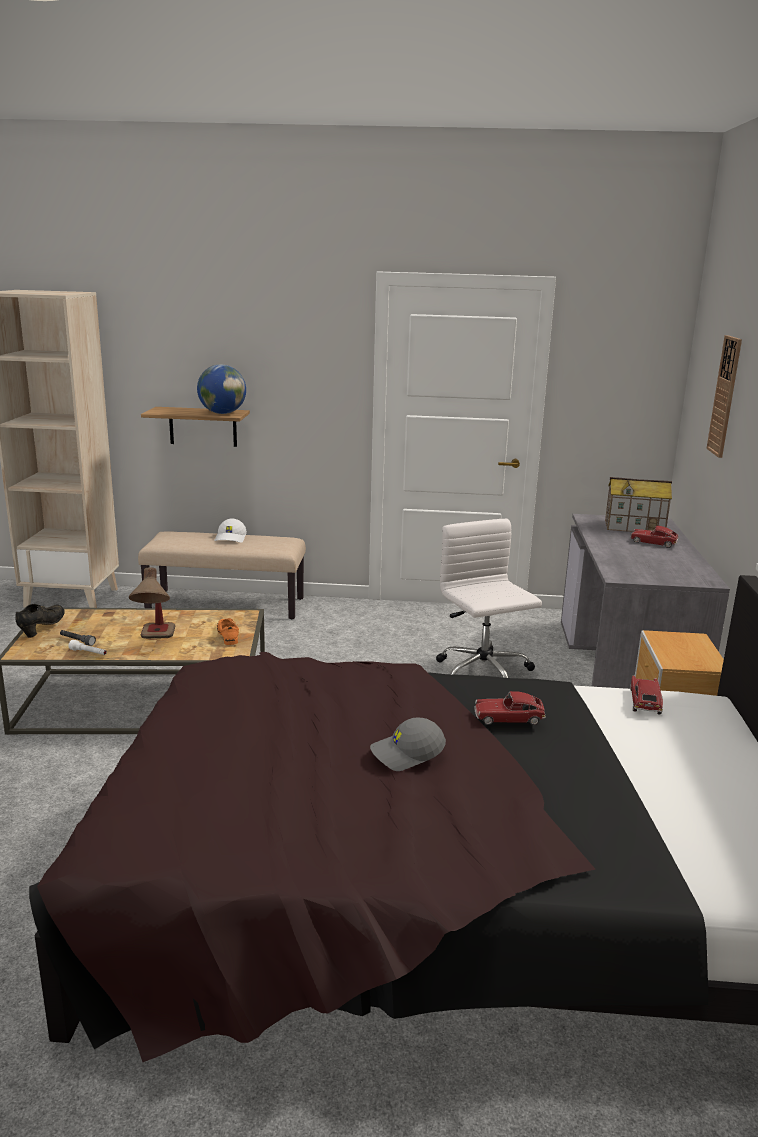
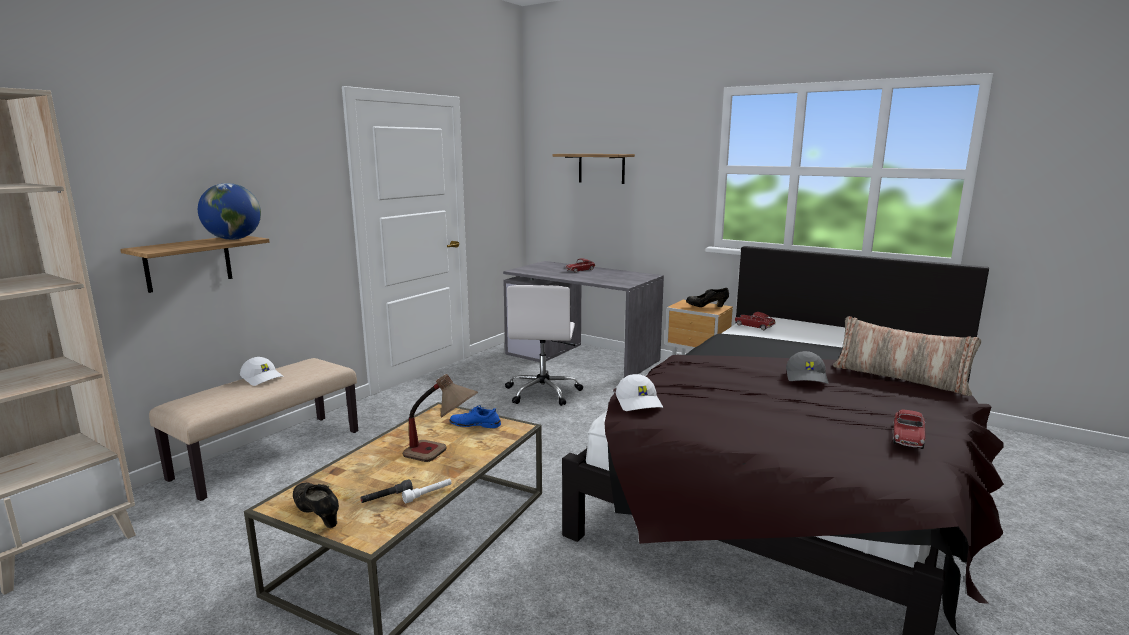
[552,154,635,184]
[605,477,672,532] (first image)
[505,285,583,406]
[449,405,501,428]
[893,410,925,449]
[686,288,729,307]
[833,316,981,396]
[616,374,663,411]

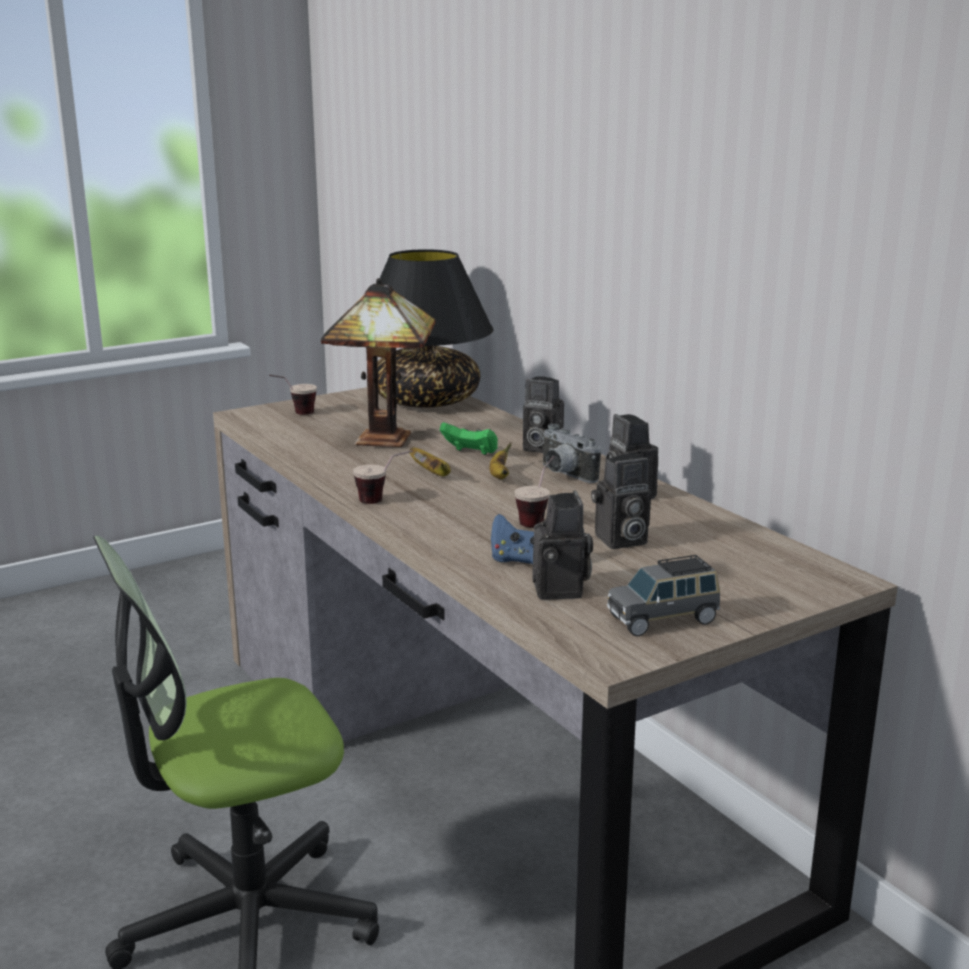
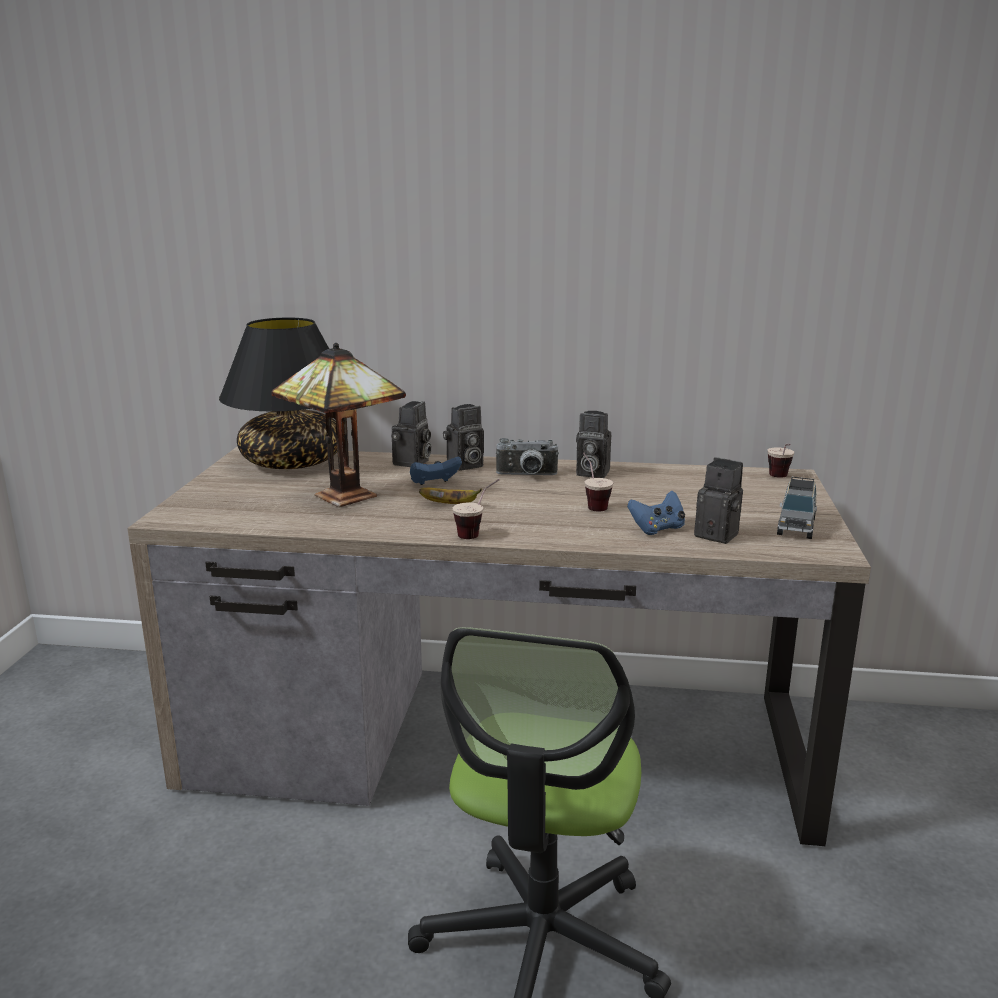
[767,444,794,478]
[410,457,462,485]
[489,442,511,479] (first image)
[391,401,432,467]

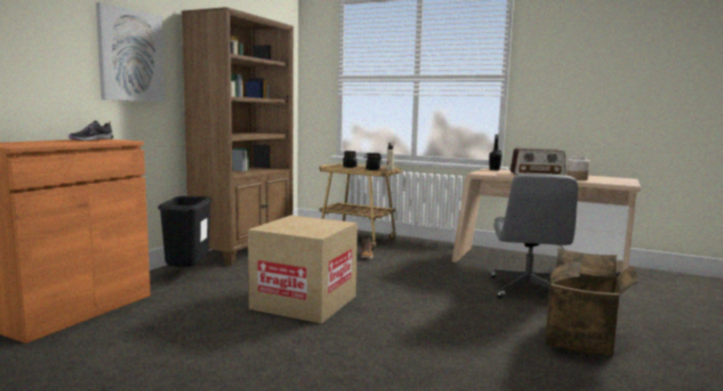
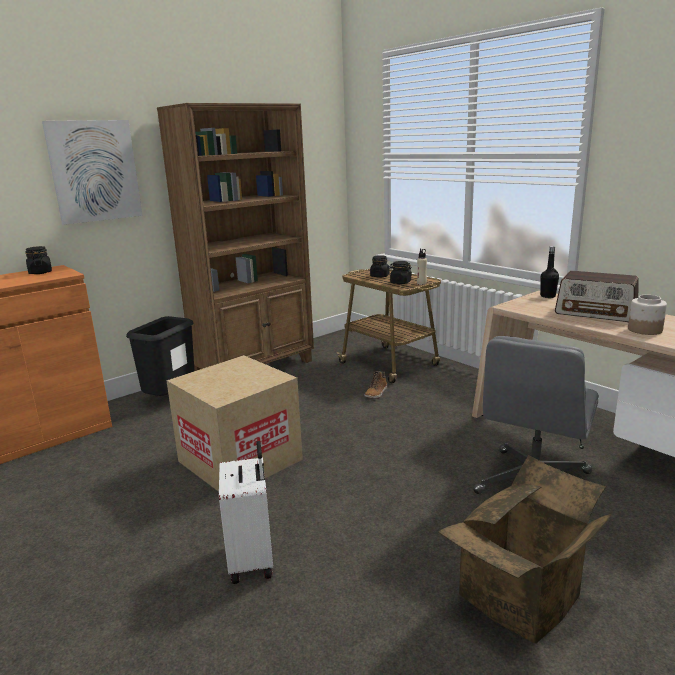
[25,246,52,274]
[219,441,273,584]

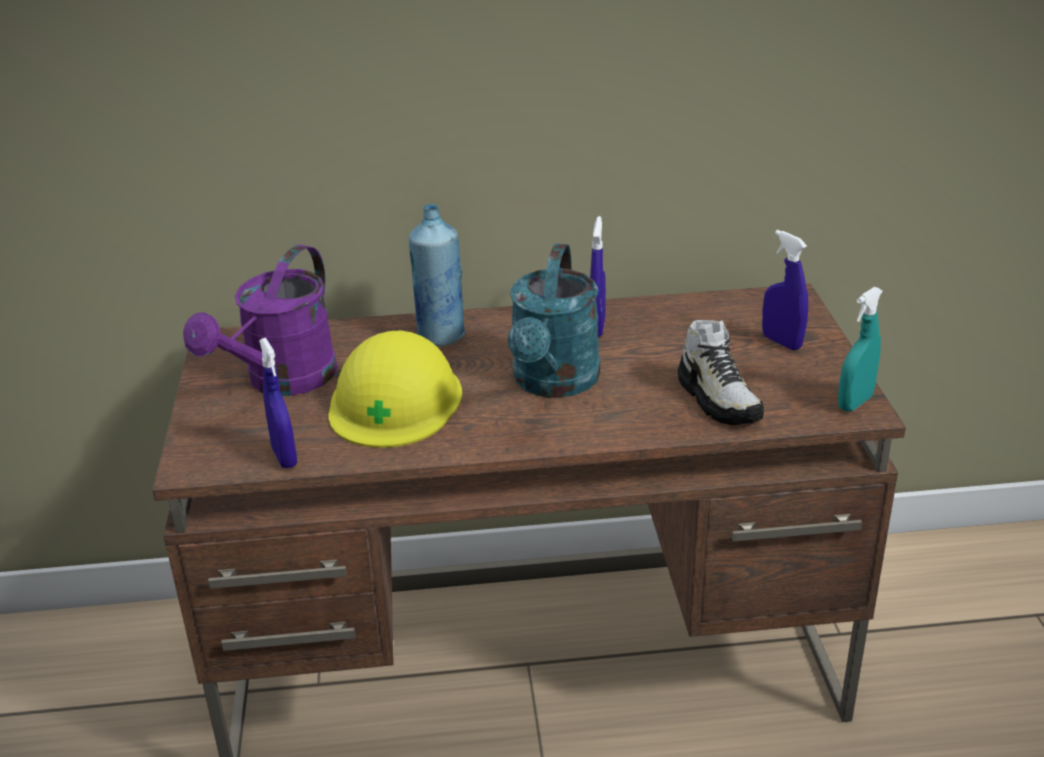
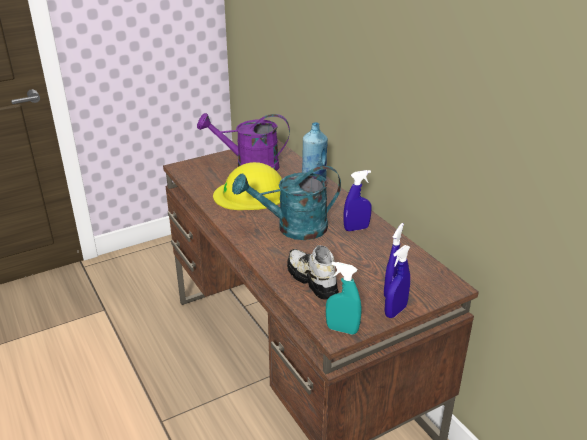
[287,245,339,300]
[384,245,410,318]

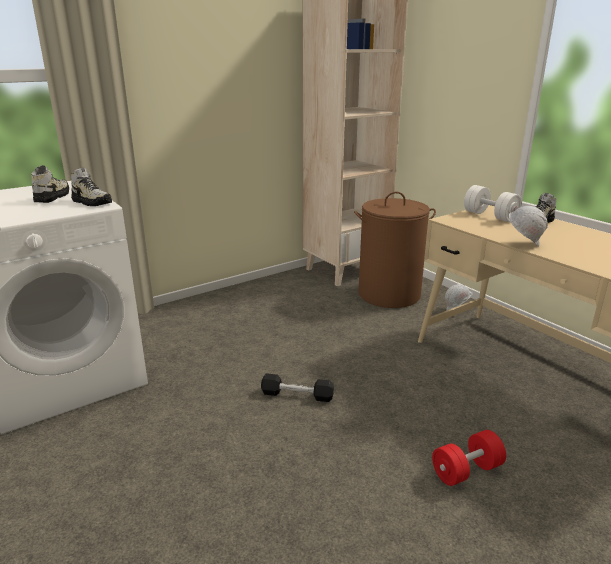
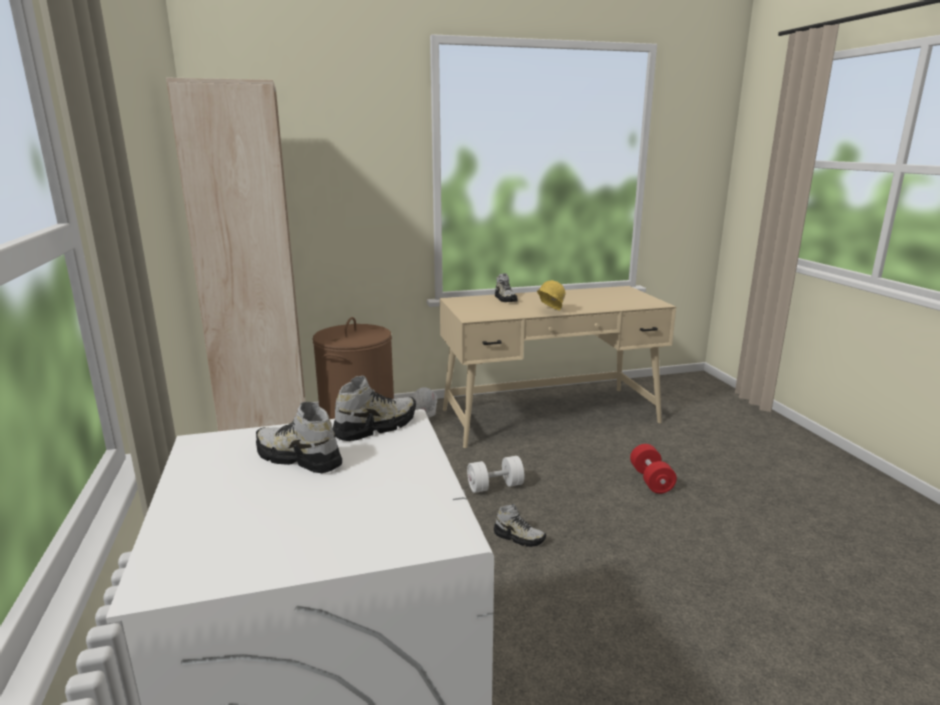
[467,456,524,493]
[537,280,565,310]
[494,504,546,547]

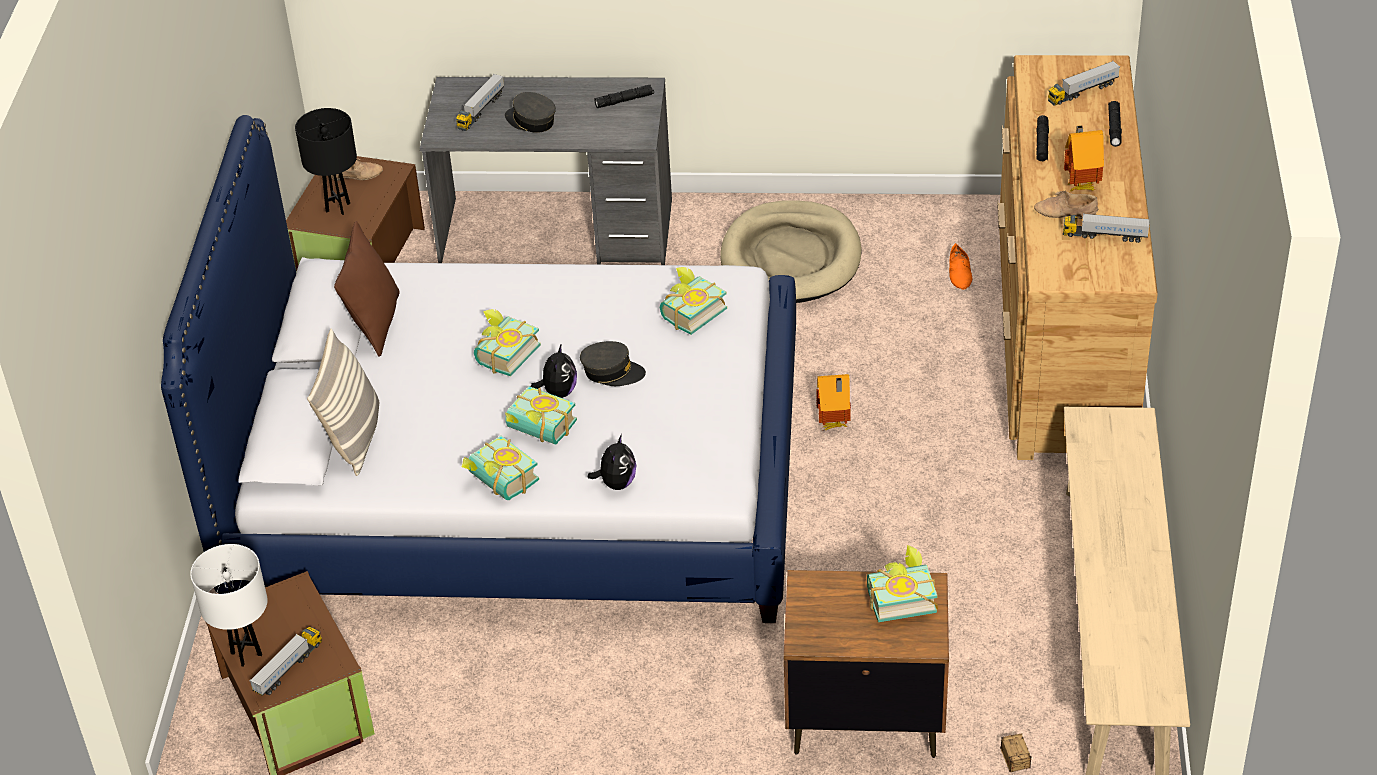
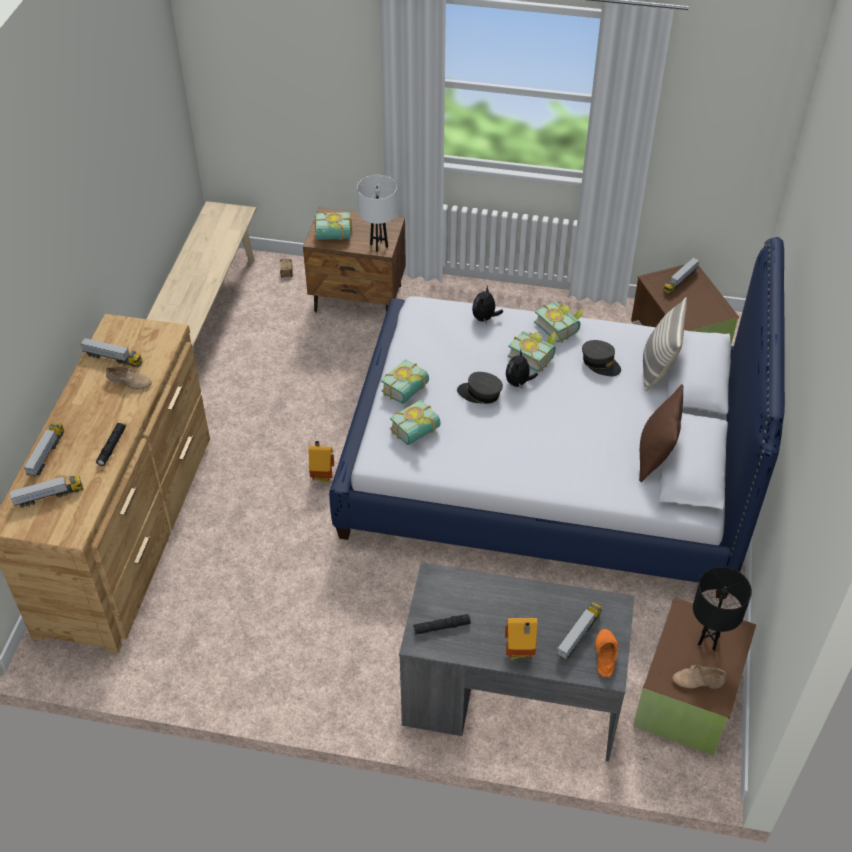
[582,340,621,376]
[24,423,64,476]
[505,618,537,660]
[720,200,862,303] (first image)
[595,629,618,677]
[381,359,429,404]
[357,175,397,252]

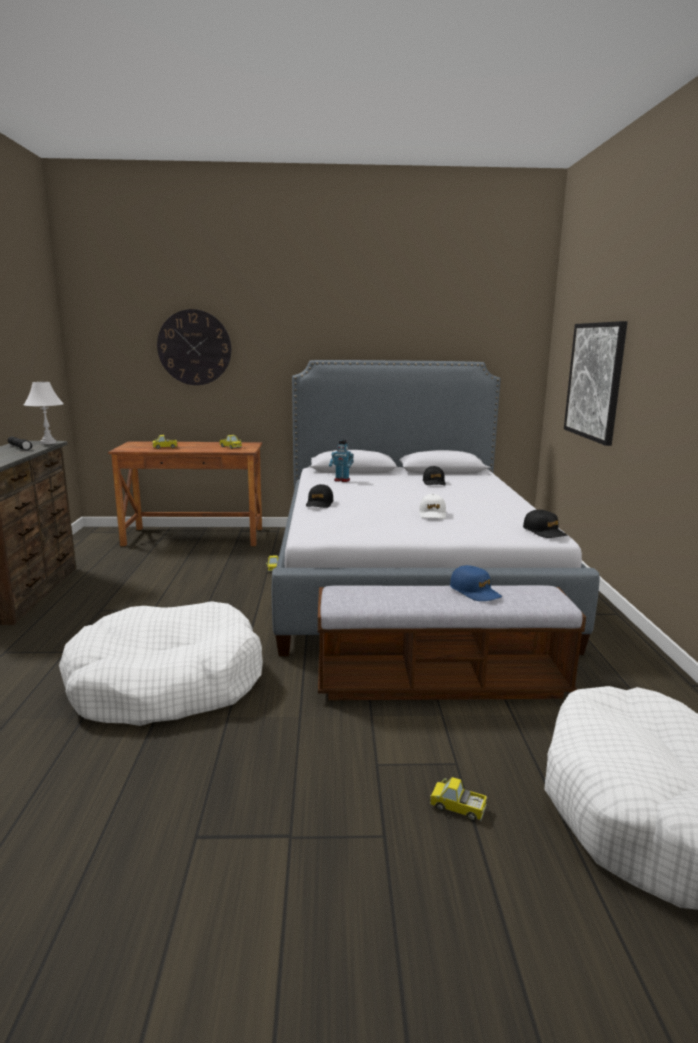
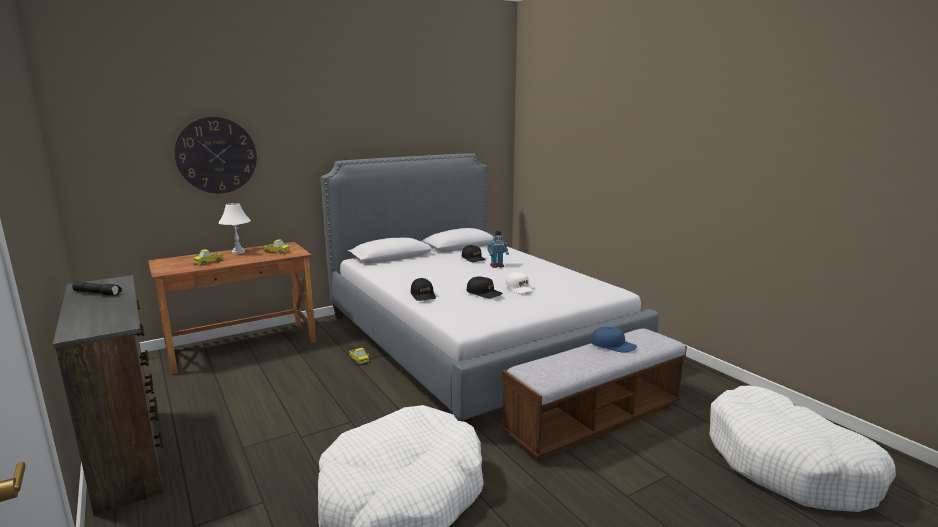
[564,321,627,446] (first image)
[218,203,251,254]
[488,231,509,268]
[467,277,503,298]
[430,777,487,821] (first image)

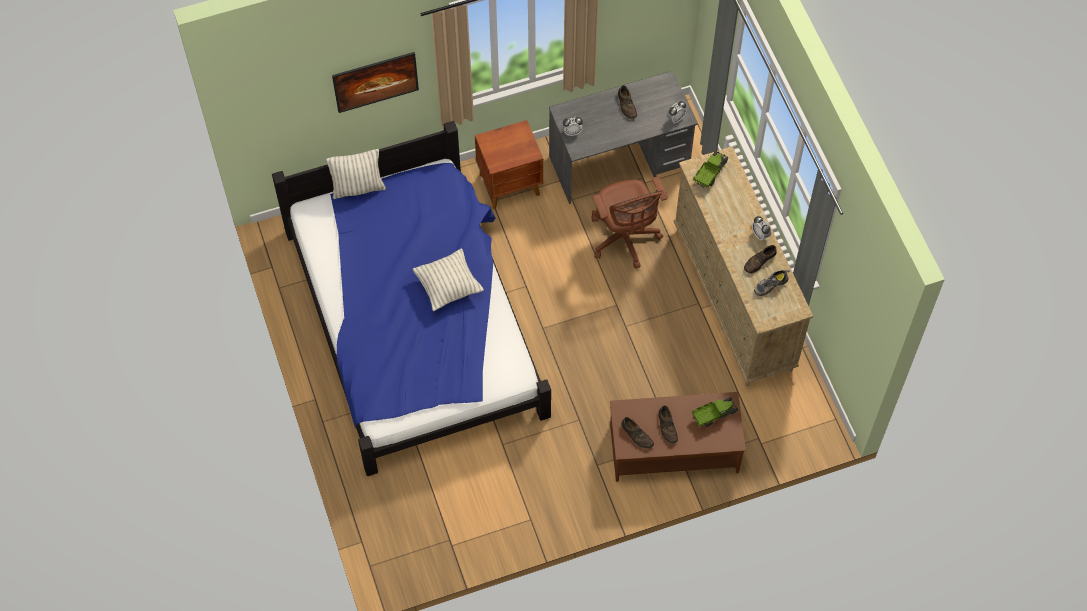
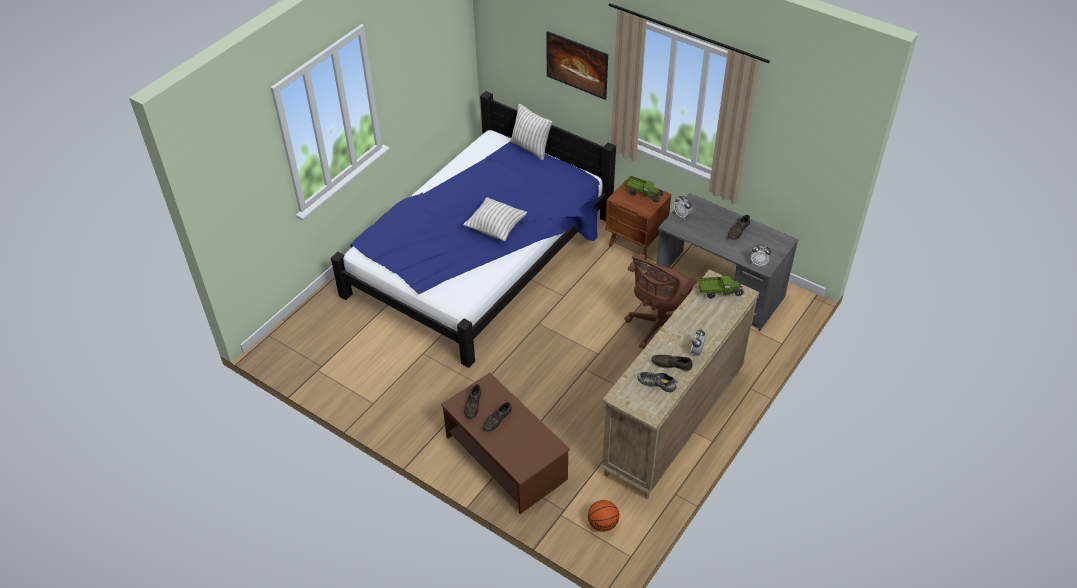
[625,176,664,203]
[588,500,619,532]

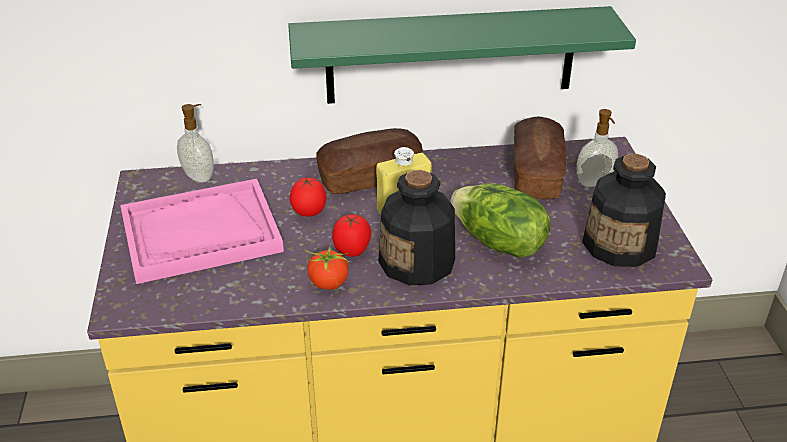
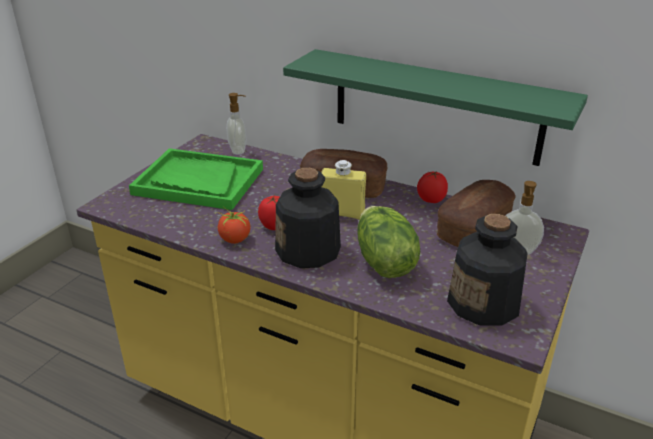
[417,171,448,203]
[129,148,263,210]

